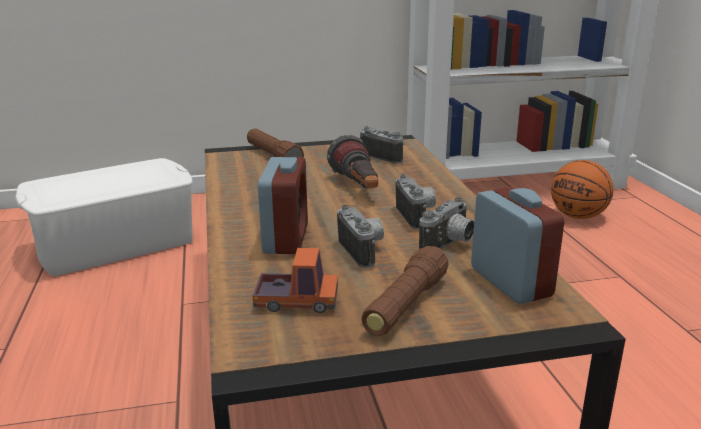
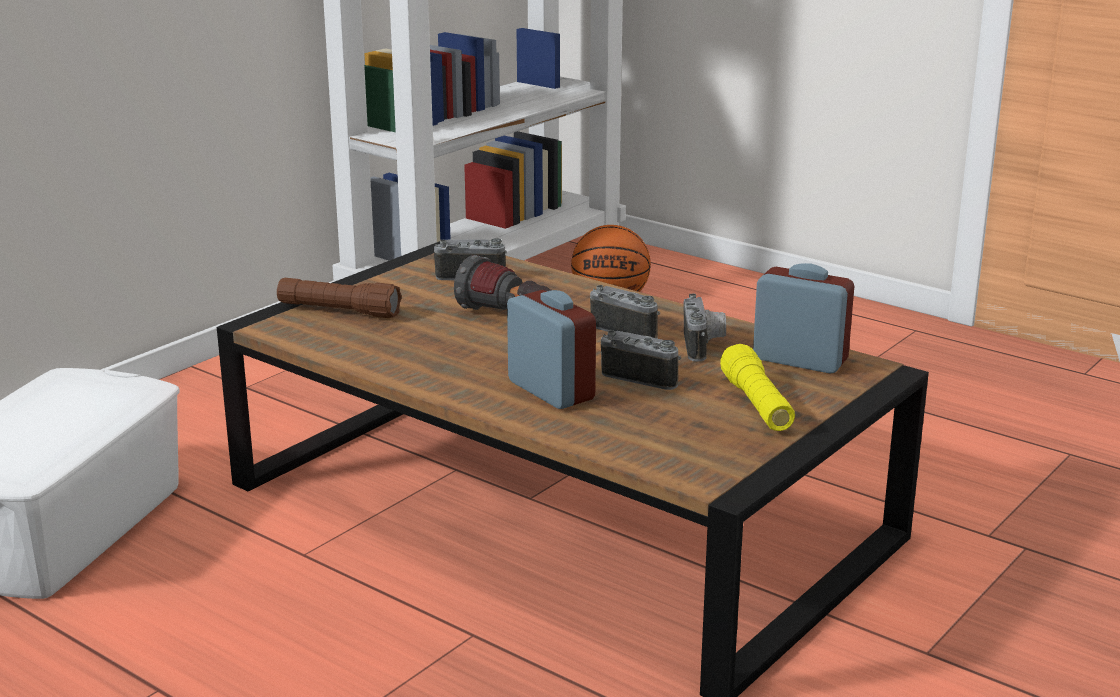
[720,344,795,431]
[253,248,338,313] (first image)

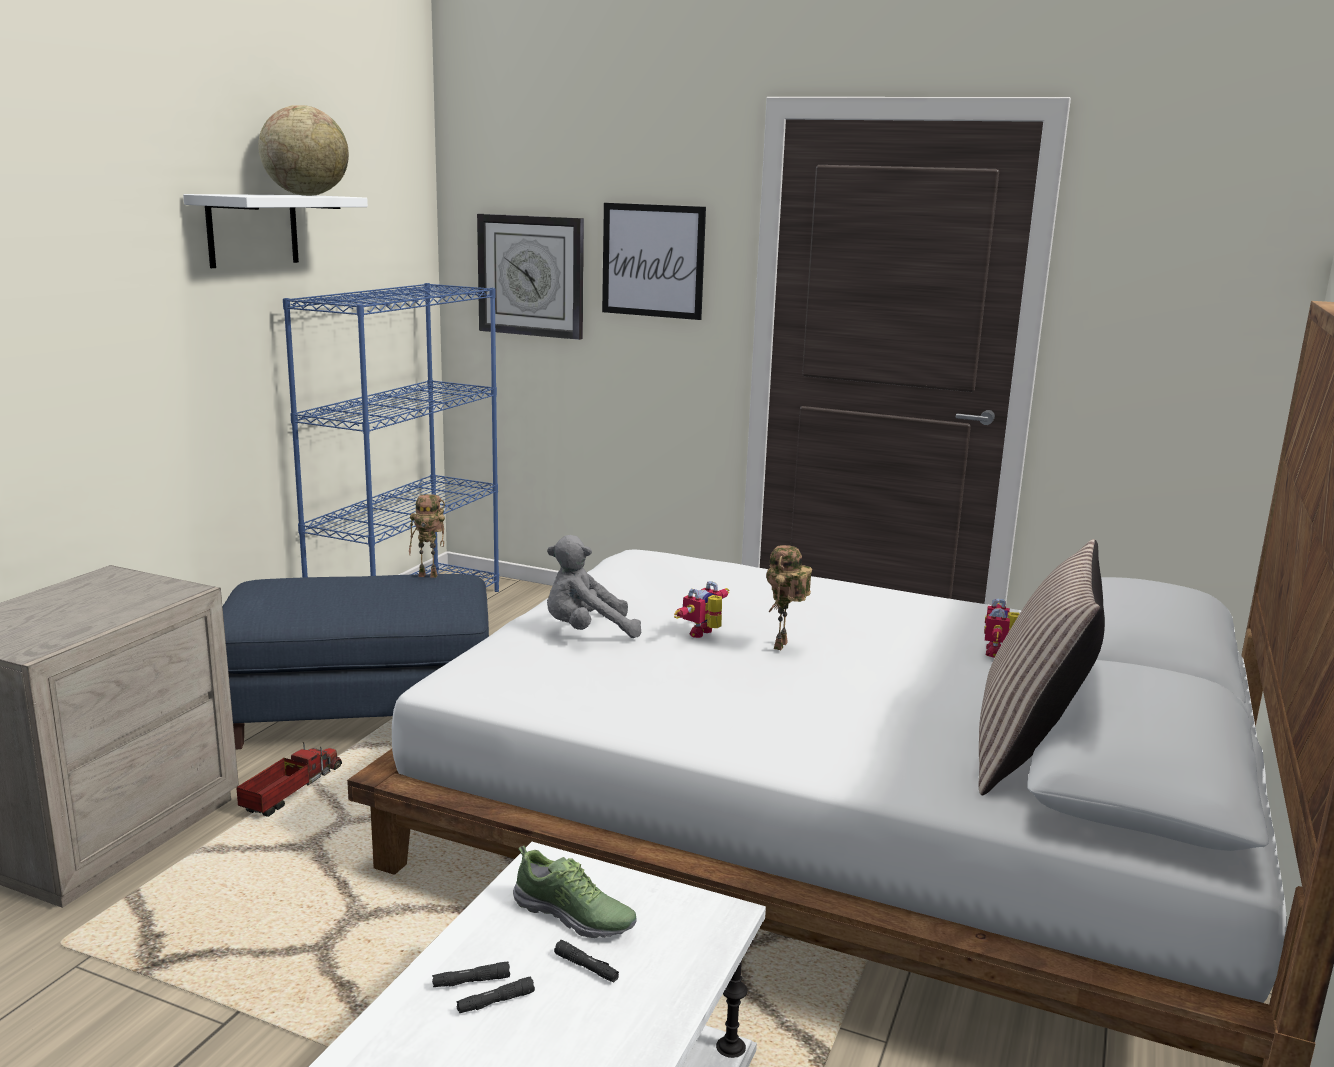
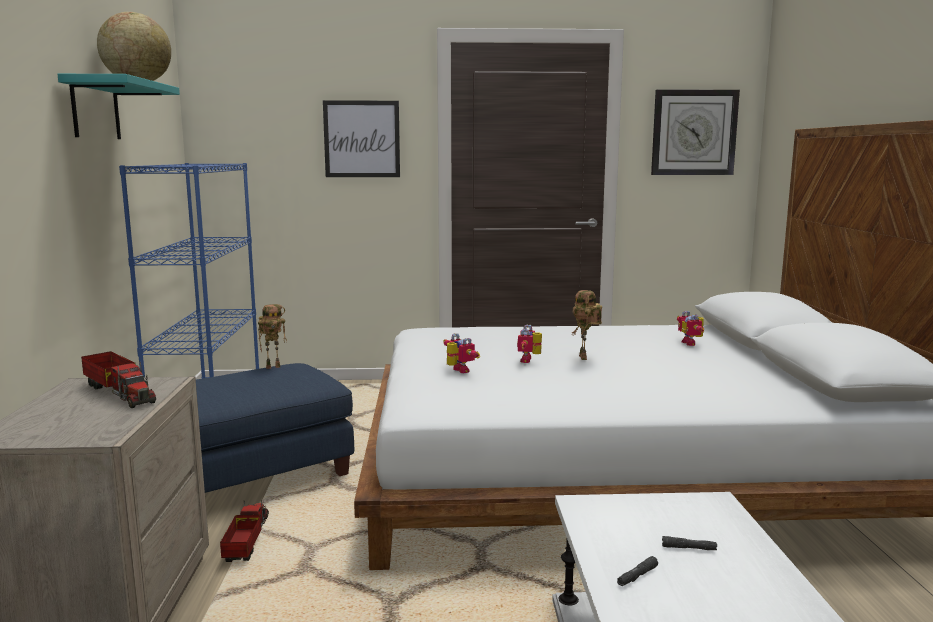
[58,74,180,139]
[651,89,740,175]
[443,333,480,373]
[979,539,1105,796] (first image)
[513,846,637,938] (first image)
[456,976,535,1013] (first image)
[81,351,156,408]

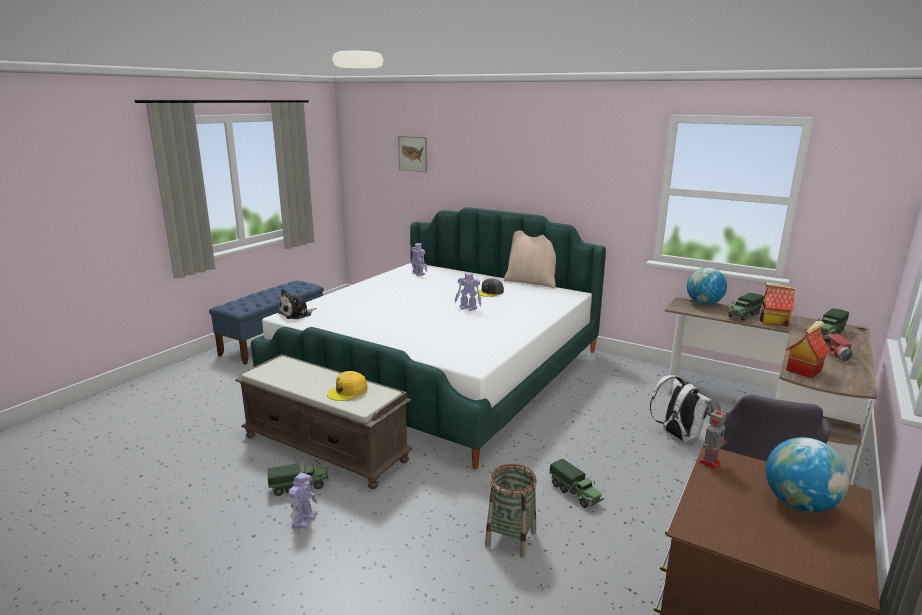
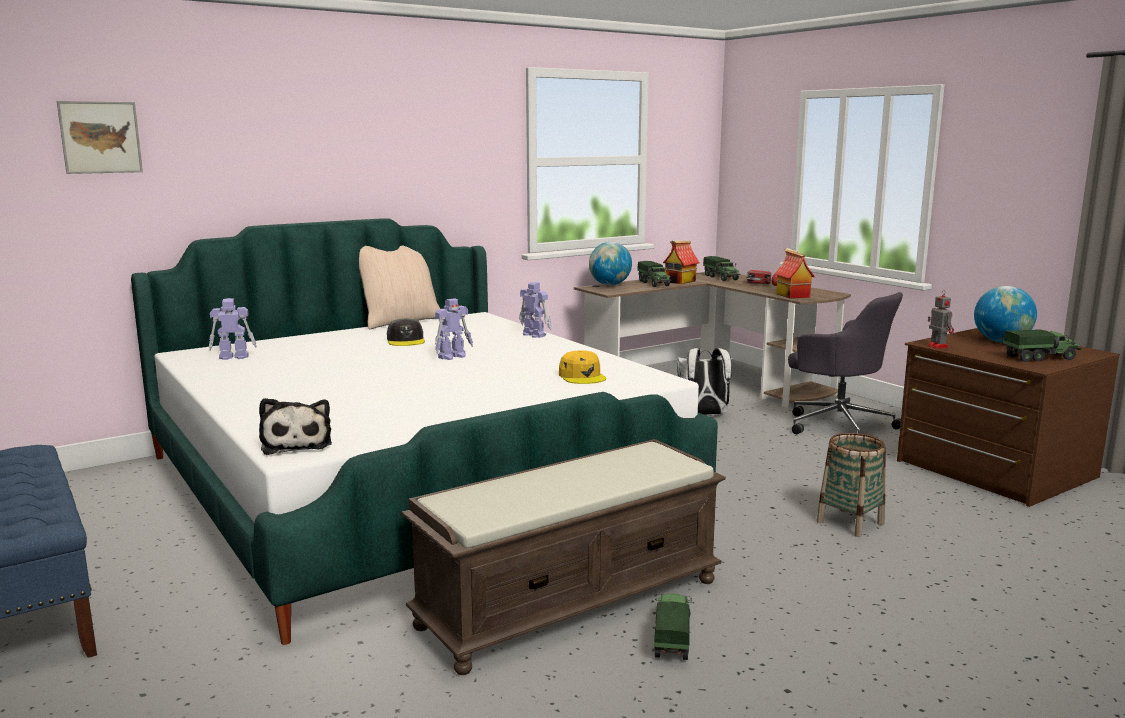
[559,350,606,384]
[1003,329,1081,362]
[519,282,552,338]

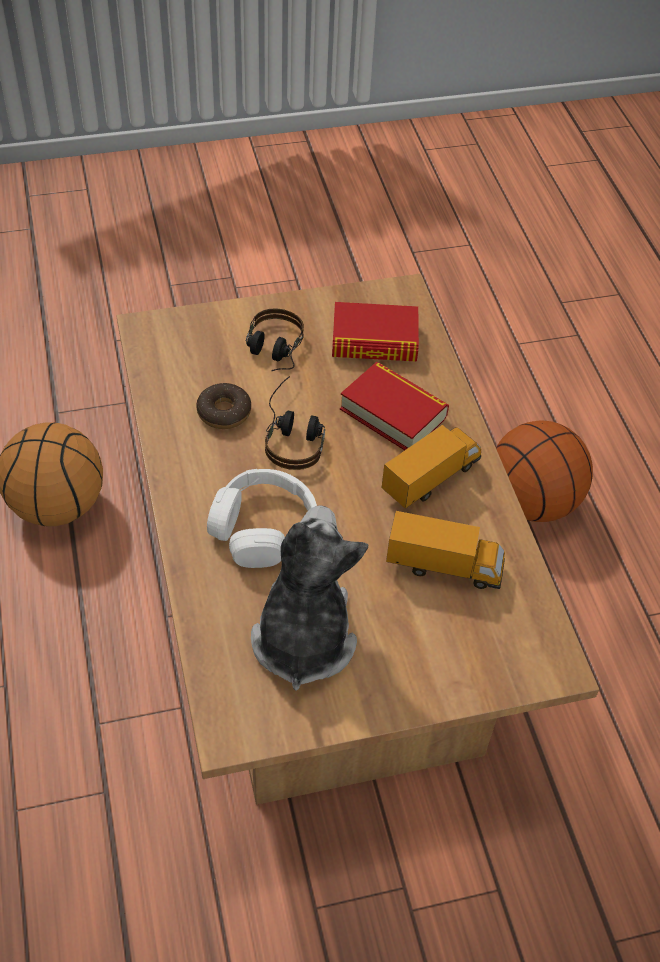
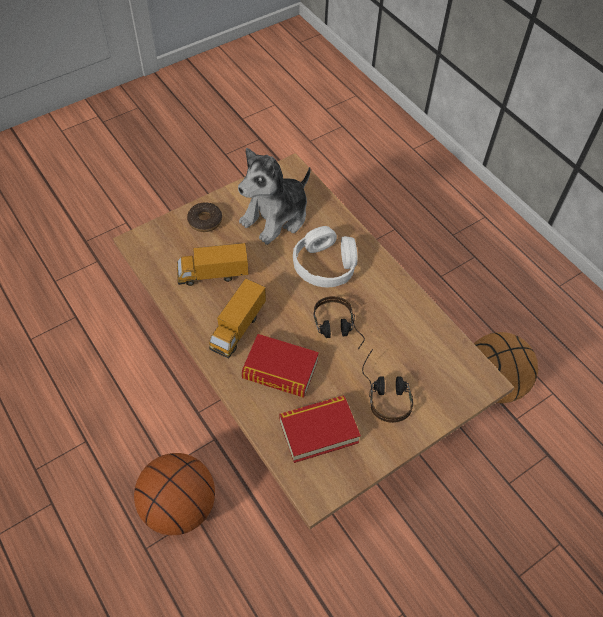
[187,202,222,232]
[238,148,311,245]

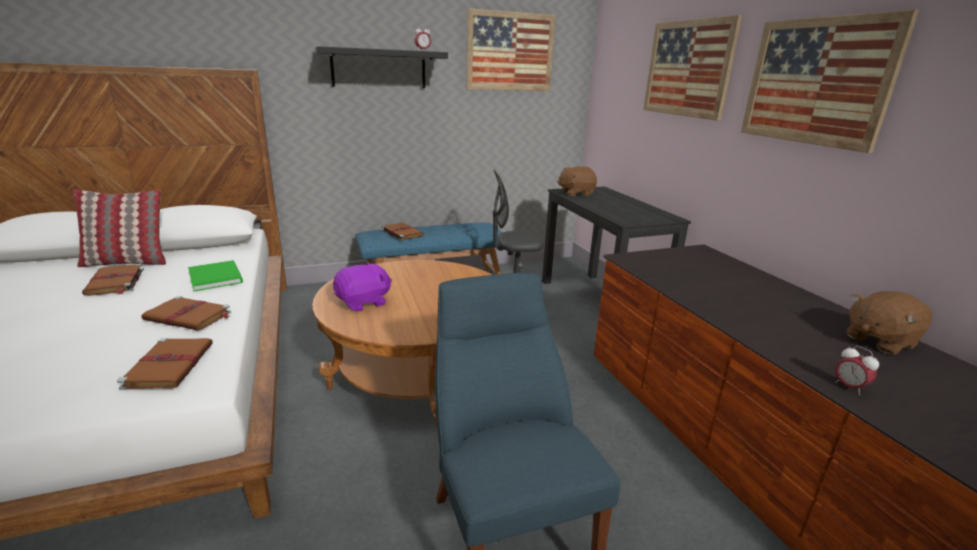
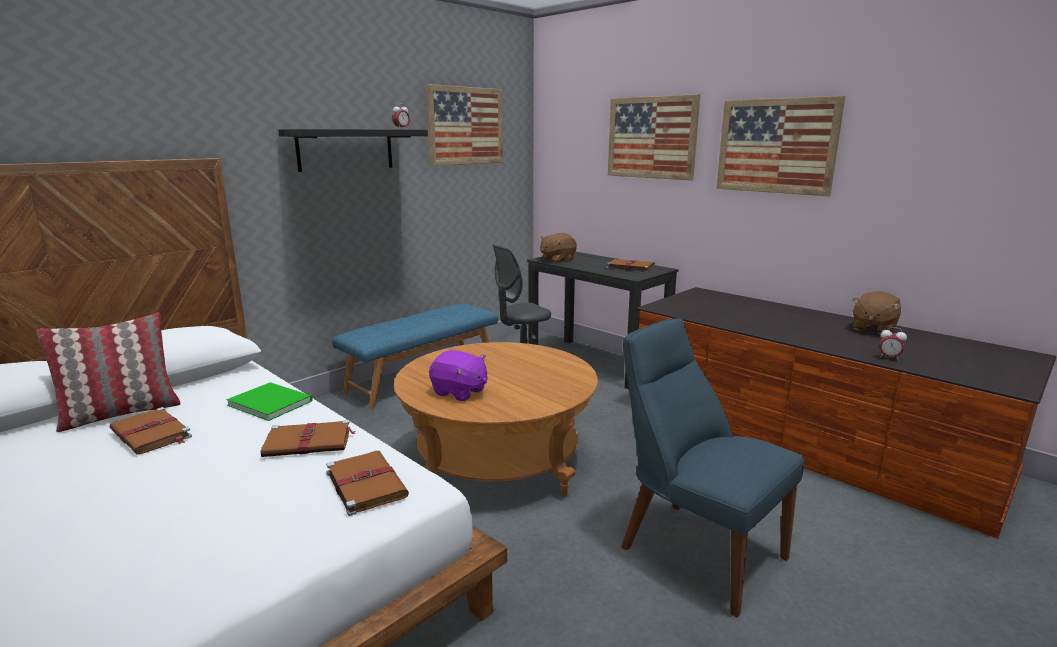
[605,259,655,272]
[429,350,488,401]

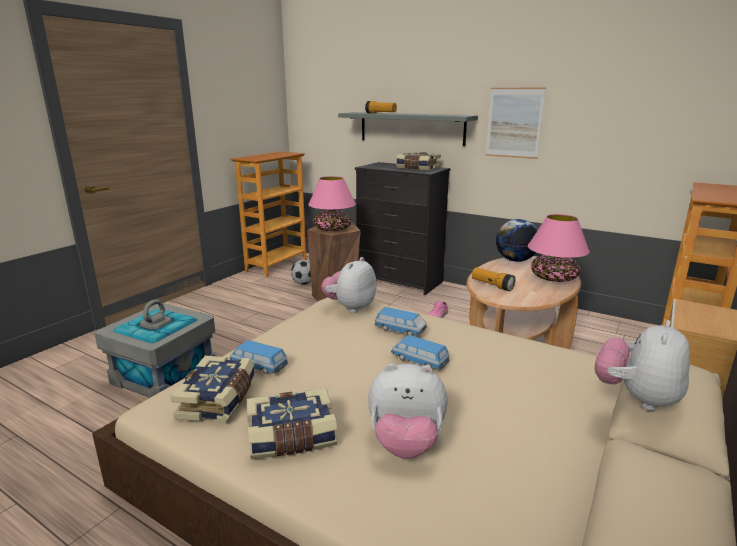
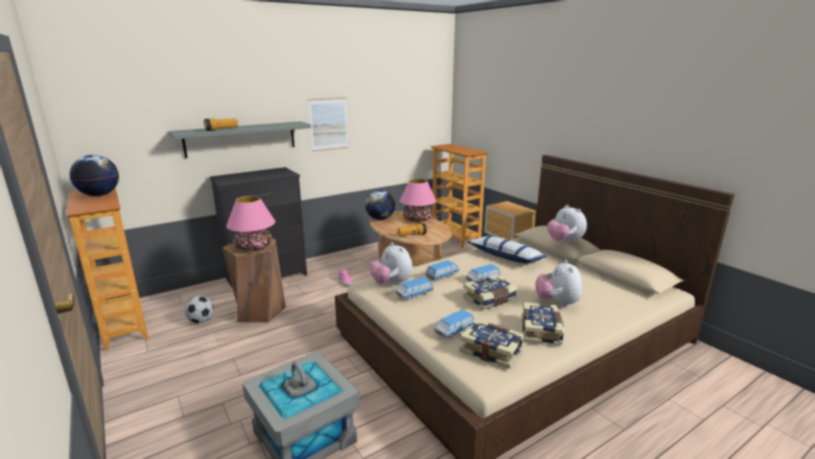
[463,274,517,310]
[535,260,582,307]
[70,155,119,196]
[468,236,547,263]
[396,277,433,300]

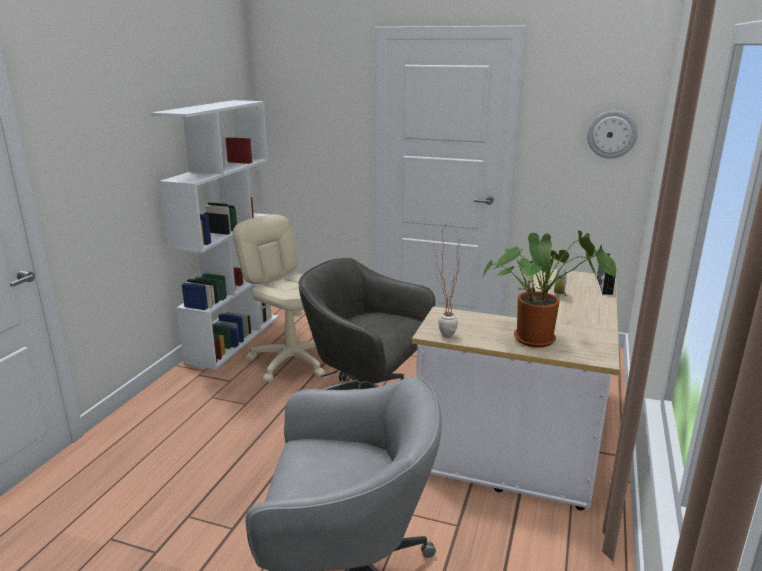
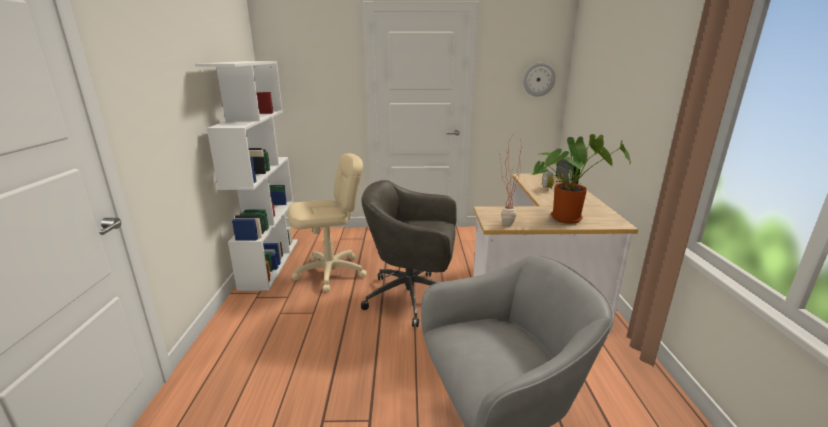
[288,153,367,292]

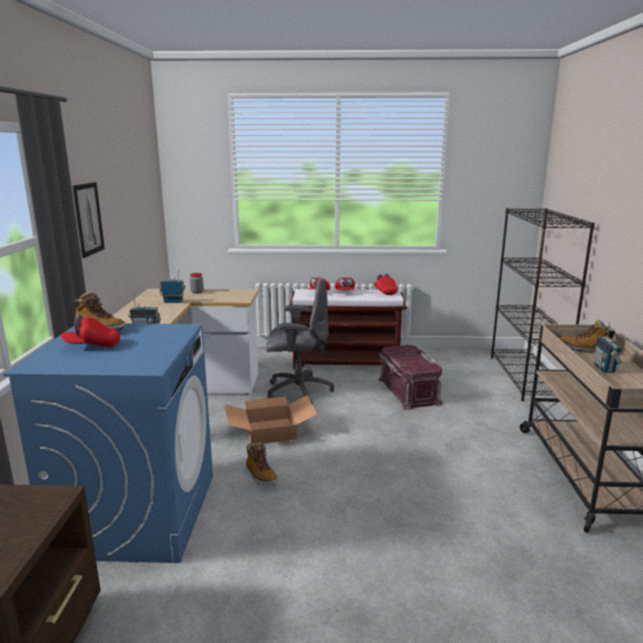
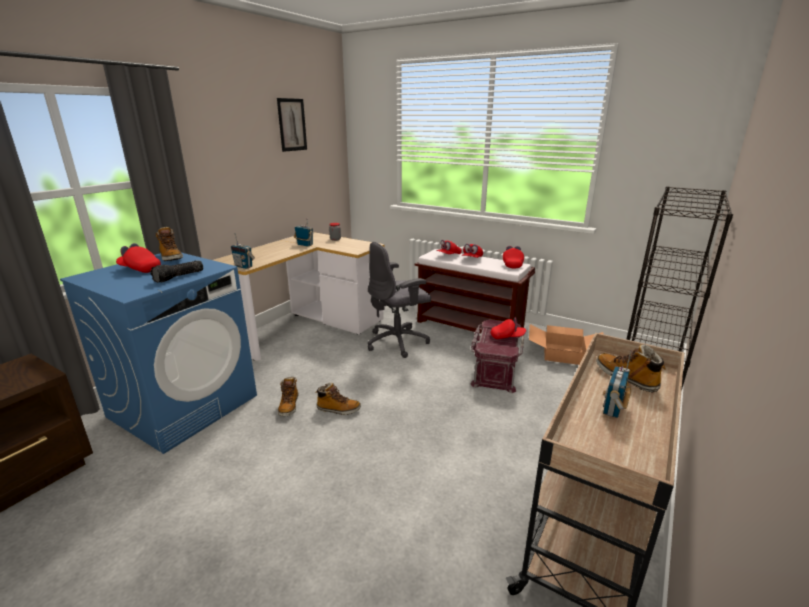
[277,98,307,152]
[368,242,431,358]
[529,324,604,365]
[150,260,203,283]
[491,318,526,339]
[315,383,361,415]

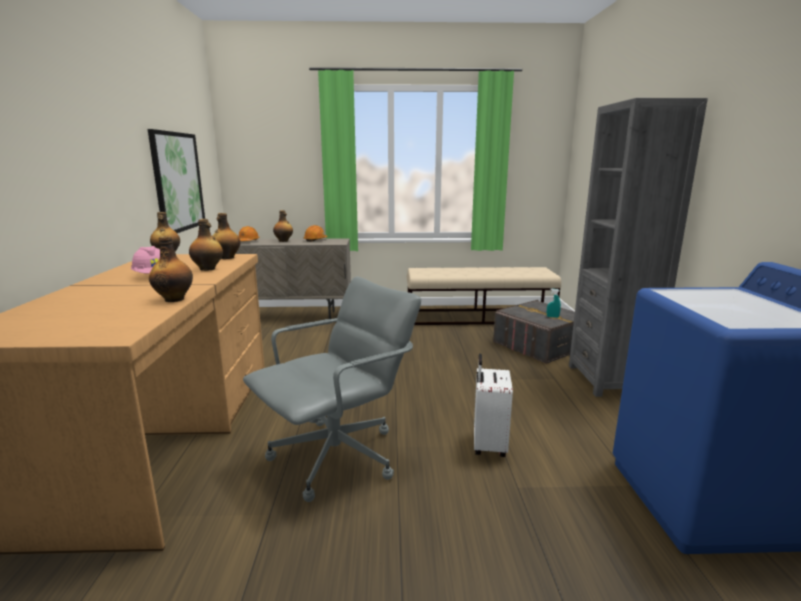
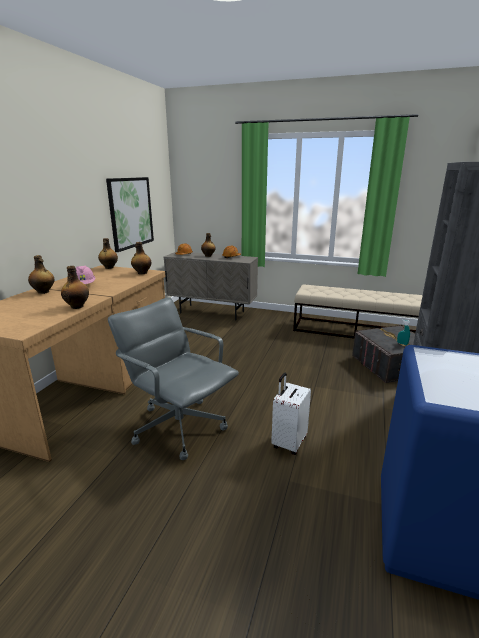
[28,255,55,294]
[108,297,239,460]

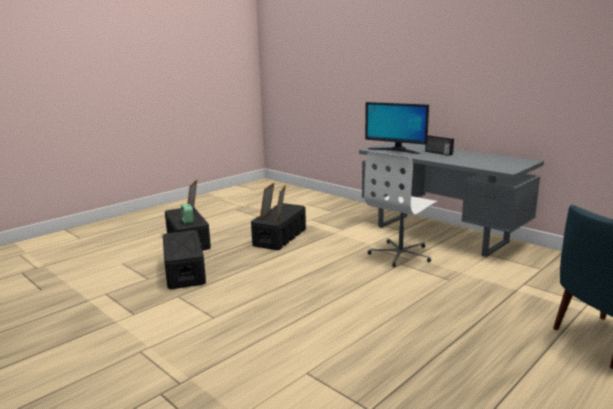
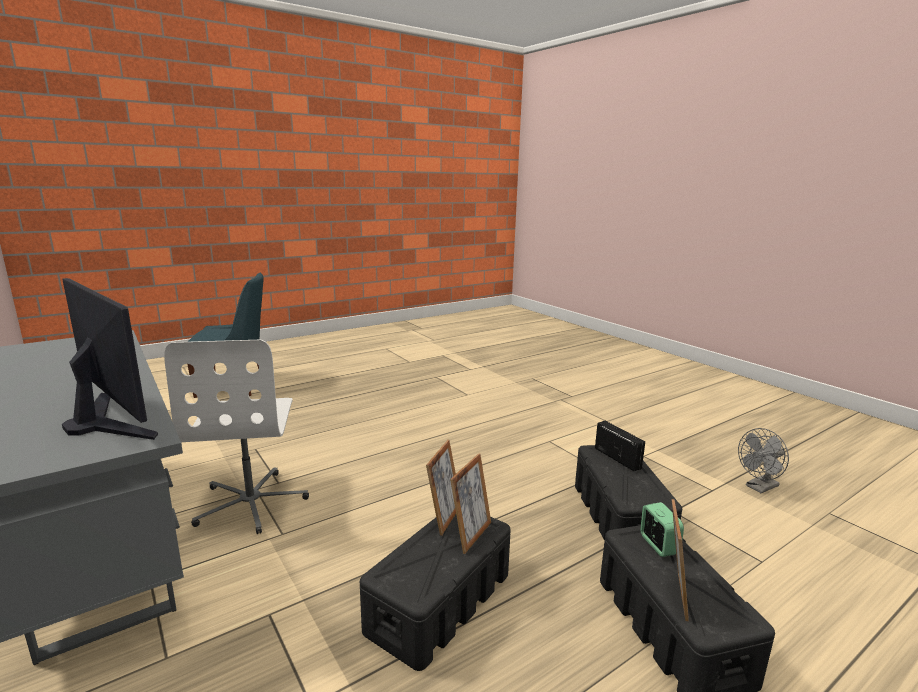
[595,421,645,471]
[164,340,309,534]
[738,428,789,493]

